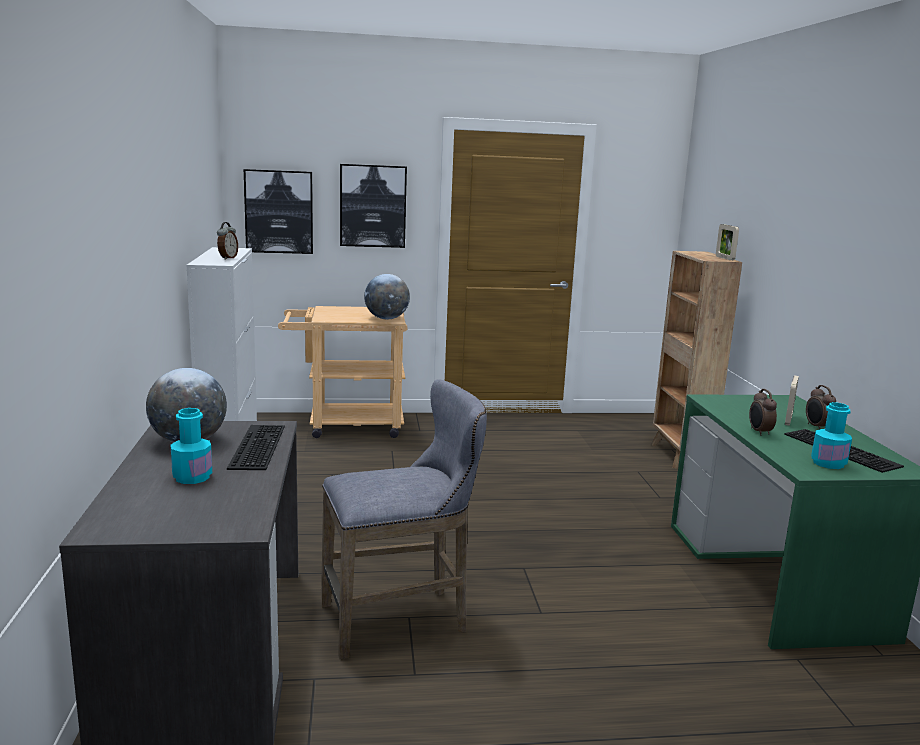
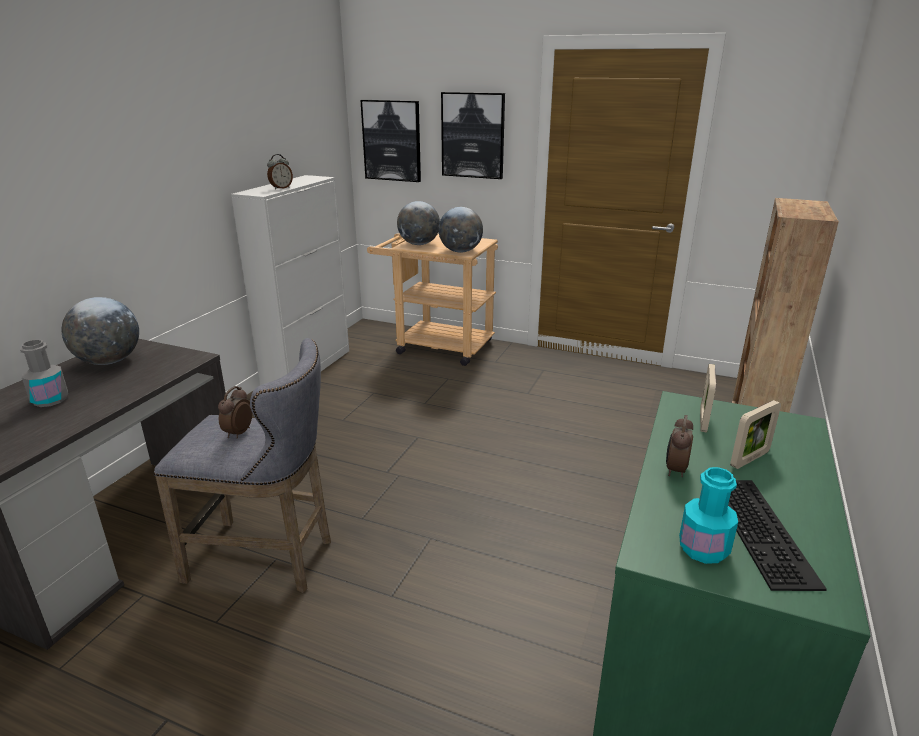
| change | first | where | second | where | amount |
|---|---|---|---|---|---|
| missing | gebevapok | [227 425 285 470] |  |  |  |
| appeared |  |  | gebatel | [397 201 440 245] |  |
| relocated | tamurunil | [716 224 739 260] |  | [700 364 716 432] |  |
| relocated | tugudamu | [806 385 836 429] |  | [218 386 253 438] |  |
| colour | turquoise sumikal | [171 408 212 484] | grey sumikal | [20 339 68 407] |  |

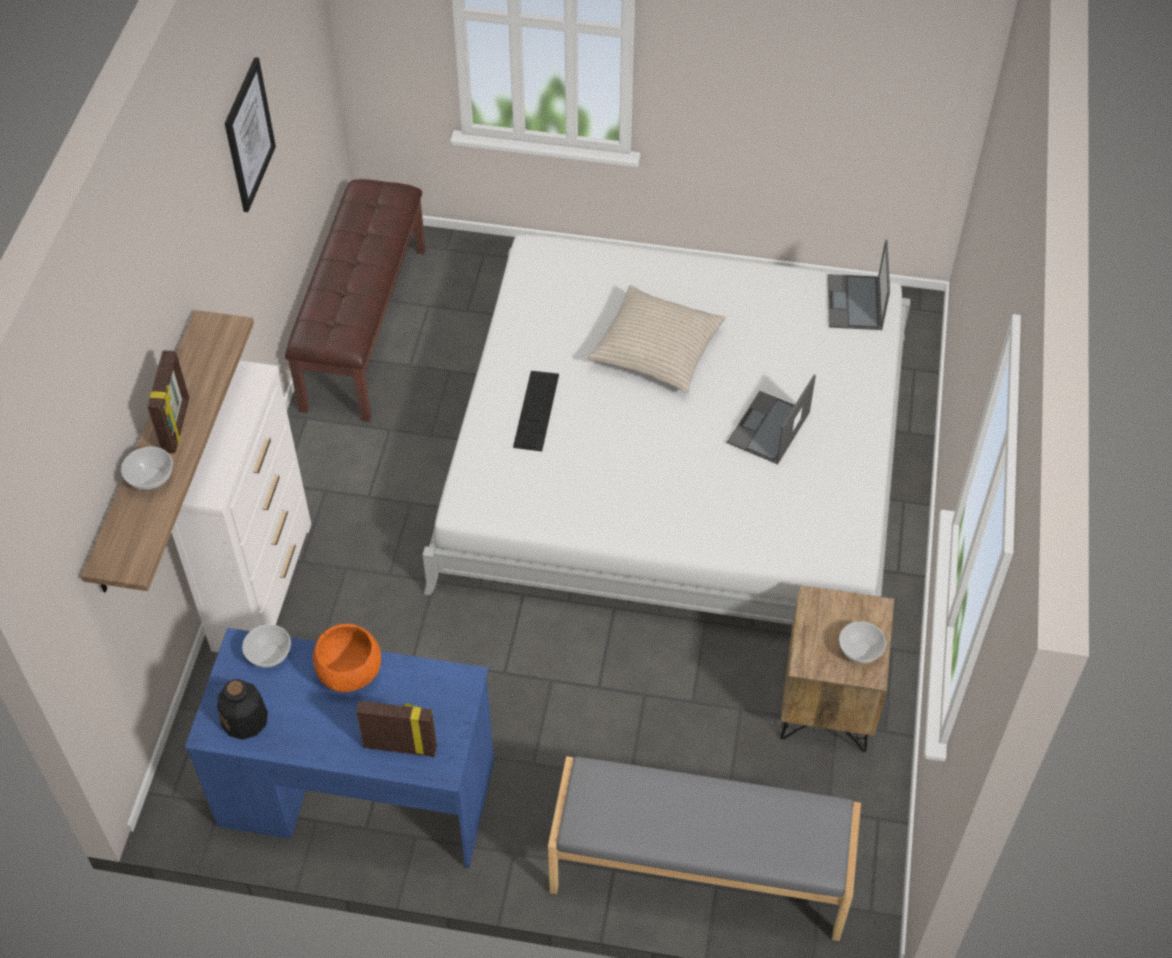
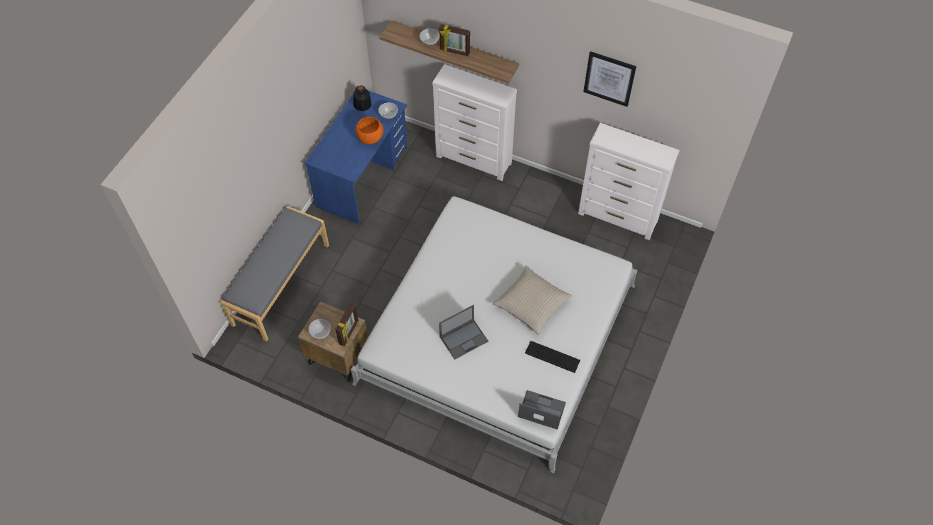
| change | first | where | second | where | amount |
|---|---|---|---|---|---|
| relocated | tamurunil | [356 701 437 757] |  | [335 303 358 346] |  |
| relocated | gebevapok | [513 371 559 451] |  | [525 341 580 373] |  |
| exchanged | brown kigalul | [285 179 426 422] | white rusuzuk | [578 123 679 240] |  |
| spun | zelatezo | [727 374 816 464] |  | [439 305 489 360] | 105 degrees clockwise |

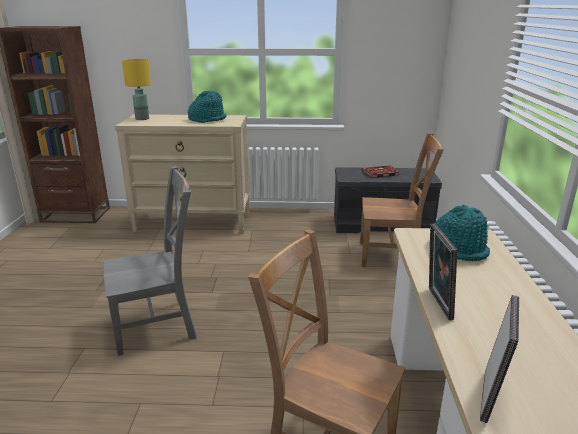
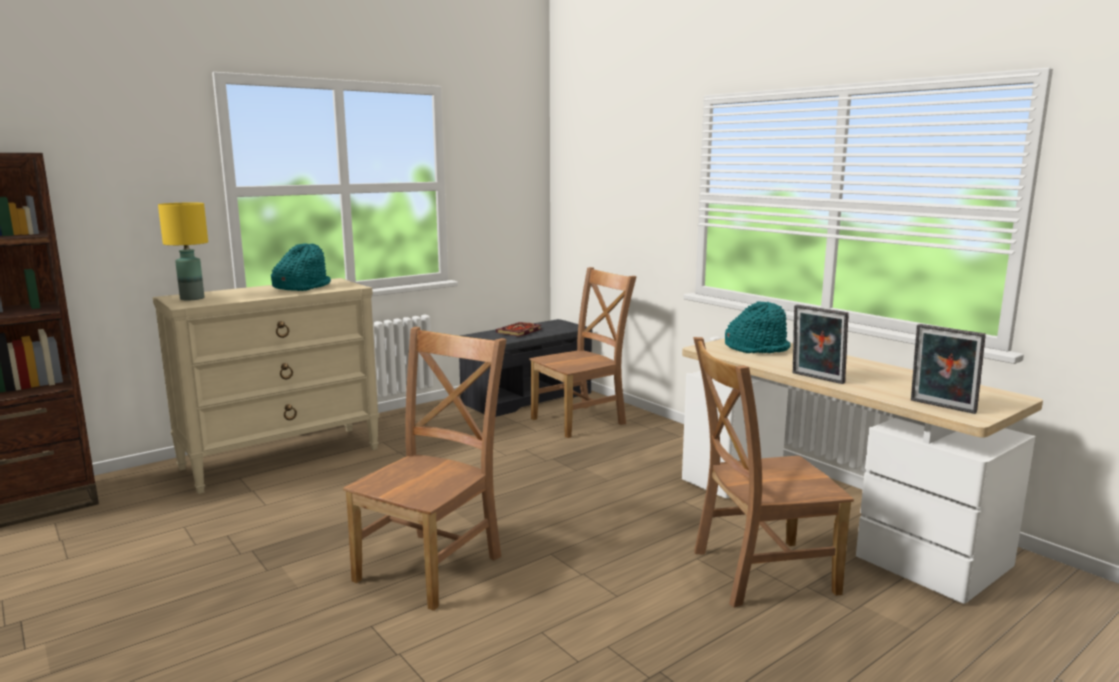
| change | first | where | second | where | amount |
|---|---|---|---|---|---|
| colour | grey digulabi | [104 166 197 356] | brown digulabi | [343 327 507 611] |  |
| spun | tamurunil | [480 295 519 423] |  | [911 324 986 414] | 150 degrees clockwise |

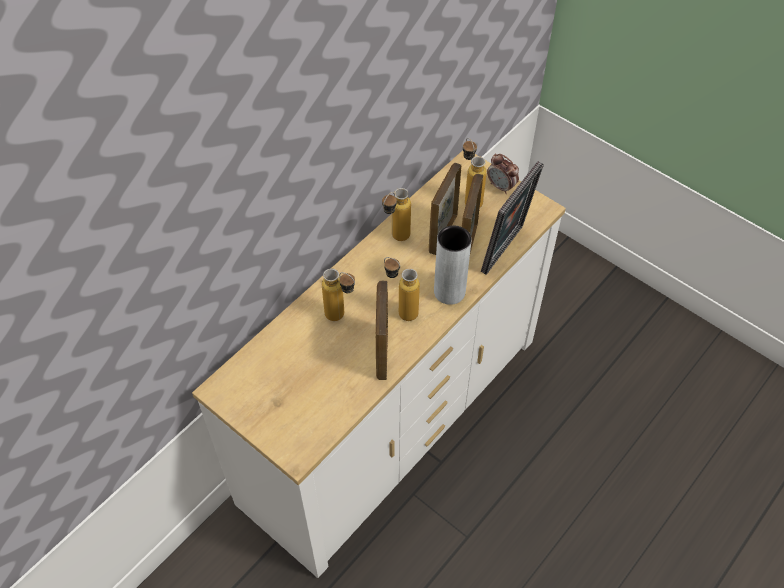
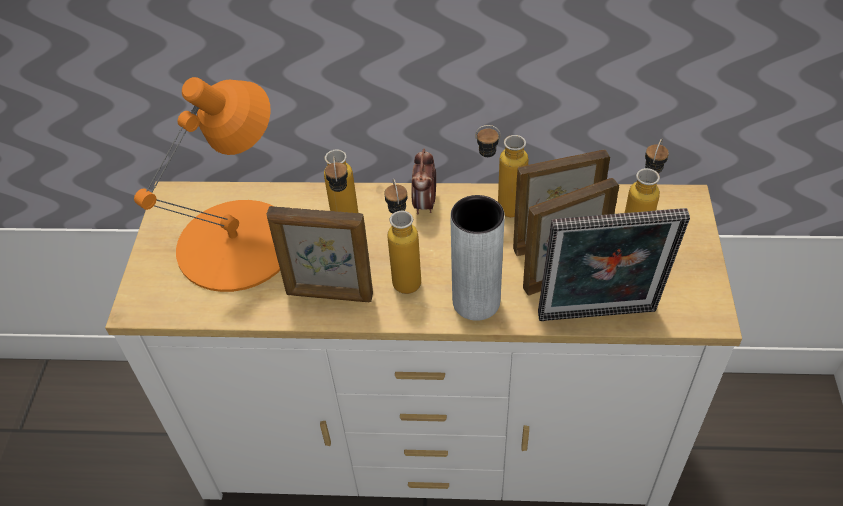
| change | first | where | second | where | amount |
|---|---|---|---|---|---|
| appeared |  |  | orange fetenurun | [134 77 280 292] |  |
| relocated | tugudamu | [487 153 519 194] |  | [411 149 436 214] |  |
| spun | tamurunil | [376 281 388 380] |  | [266 206 373 302] | 135 degrees counterclockwise |

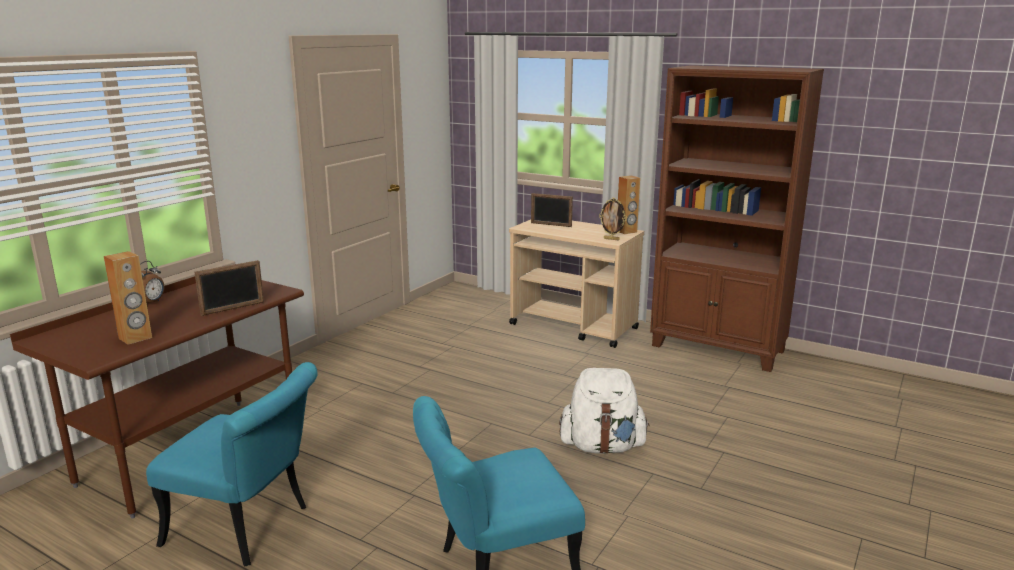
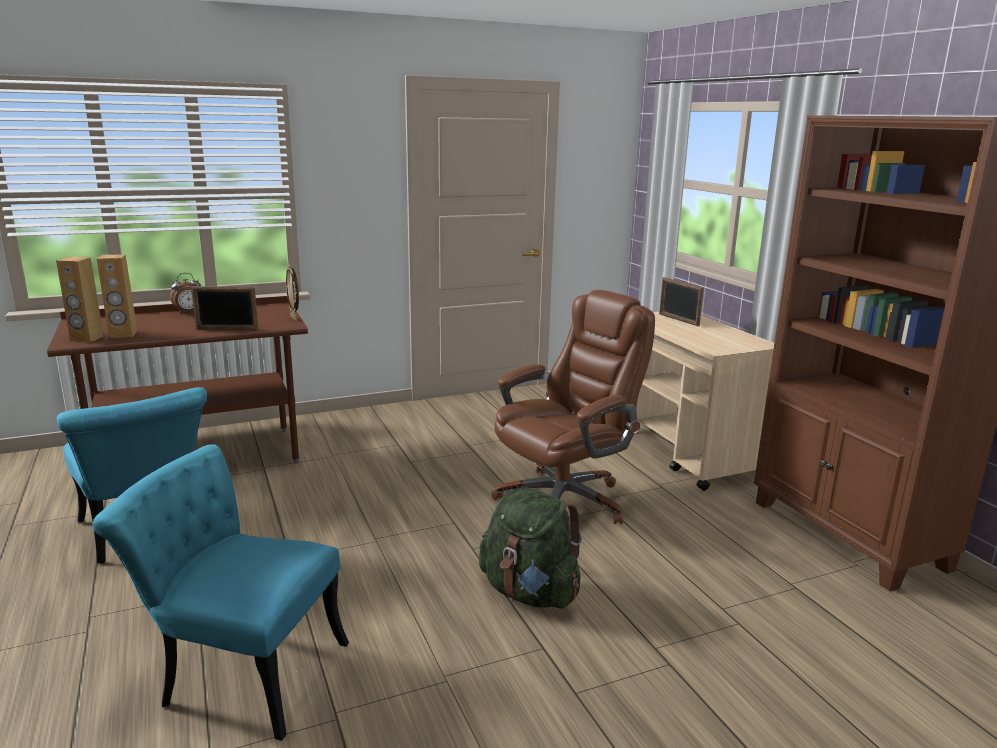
| change | first | where | second | where | amount |
|---|---|---|---|---|---|
| appeared |  |  | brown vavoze | [491 290 655 524] |  |
| relocated | tamurunil | [599 198 627 240] |  | [285 265 299 320] |  |
| relocated | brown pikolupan | [618 175 640 234] |  | [56 257 104 342] |  |
| colour | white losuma | [559 368 650 454] | green losuma | [479 487 582 608] |  |

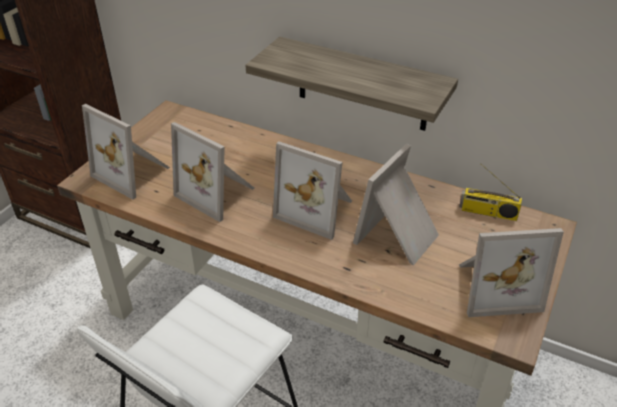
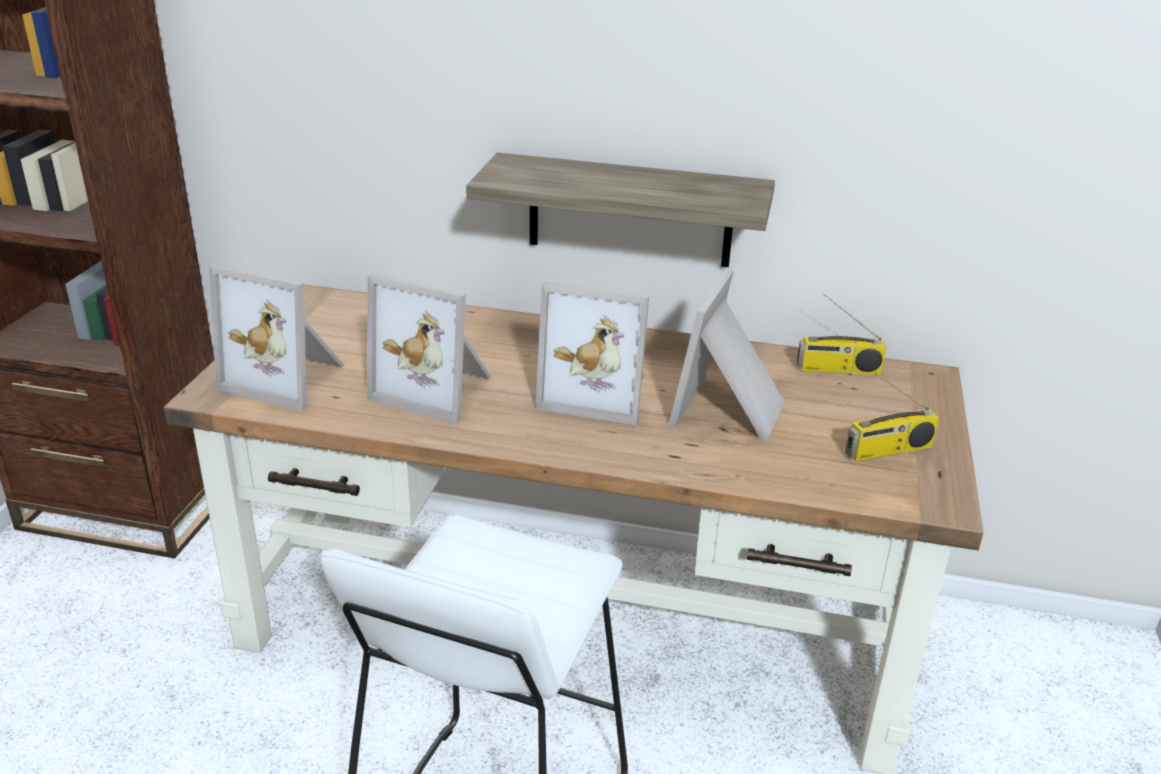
| change | first | where | second | where | amount |
|---|---|---|---|---|---|
| exchanged | tamurunil | [459 228 564 317] | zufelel | [845 373 939 462] |  |

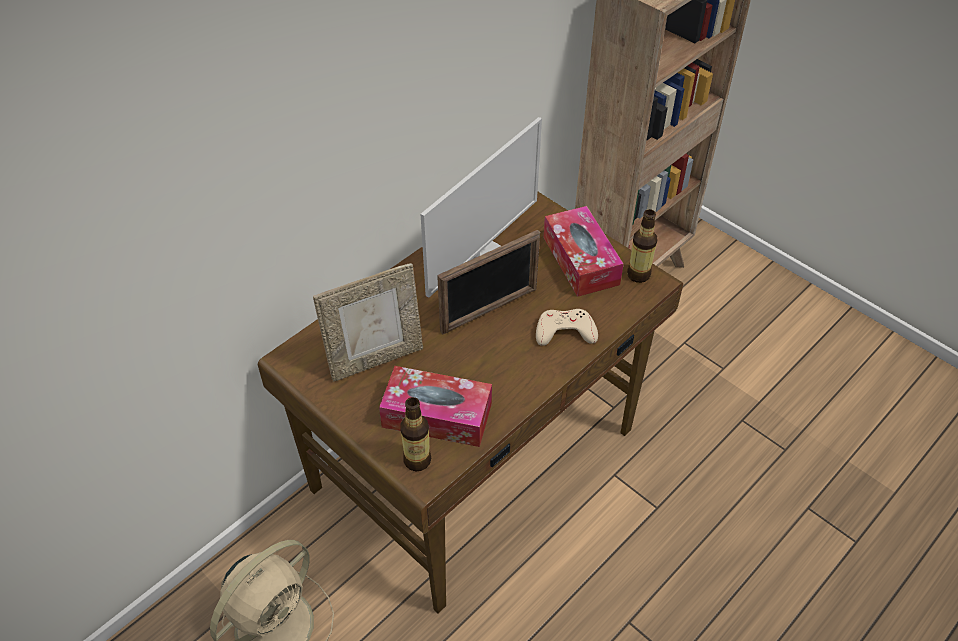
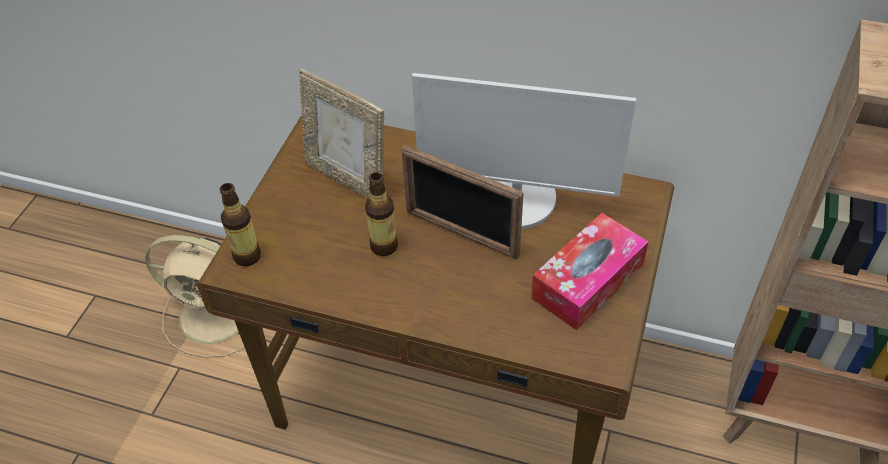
| change | first | where | second | where | amount |
|---|---|---|---|---|---|
| missing | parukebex | [379 366 492 447] |  |  |  |
| missing | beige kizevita | [536 309 598 346] |  |  |  |
| relocated | sumikal | [627 209 658 283] |  | [365 172 398 256] |  |

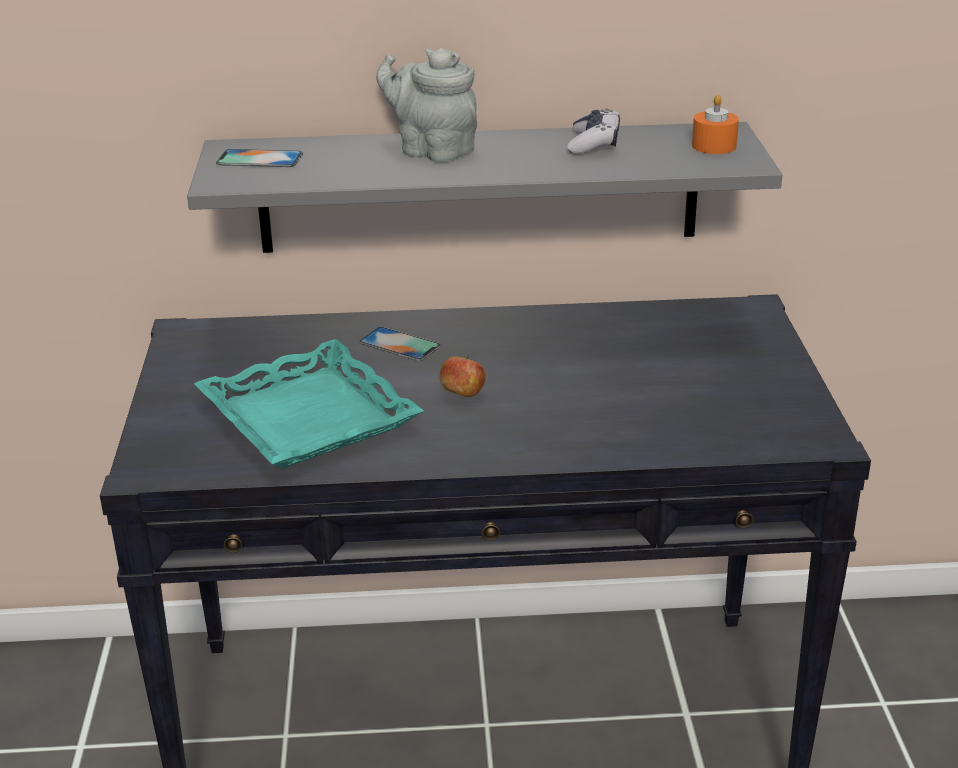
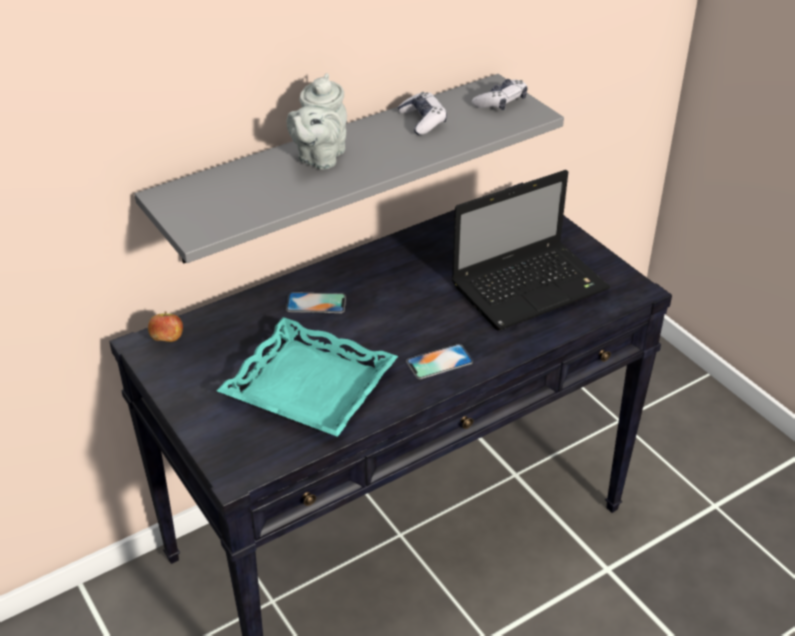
| change | first | where | second | where | amount |
|---|---|---|---|---|---|
| appeared |  |  | zelatezo | [451 170 610 331] |  |
| relocated | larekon | [216 149 303 167] |  | [406 344 473 379] |  |
| relocated | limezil | [440 355 486 397] |  | [148 311 183 342] |  |
| exchanged | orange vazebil | [692 95 739 154] | kizevita | [472 79 528 110] |  |
| spun | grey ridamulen | [376 48 477 163] |  | [287 73 347 170] | 75 degrees counterclockwise |

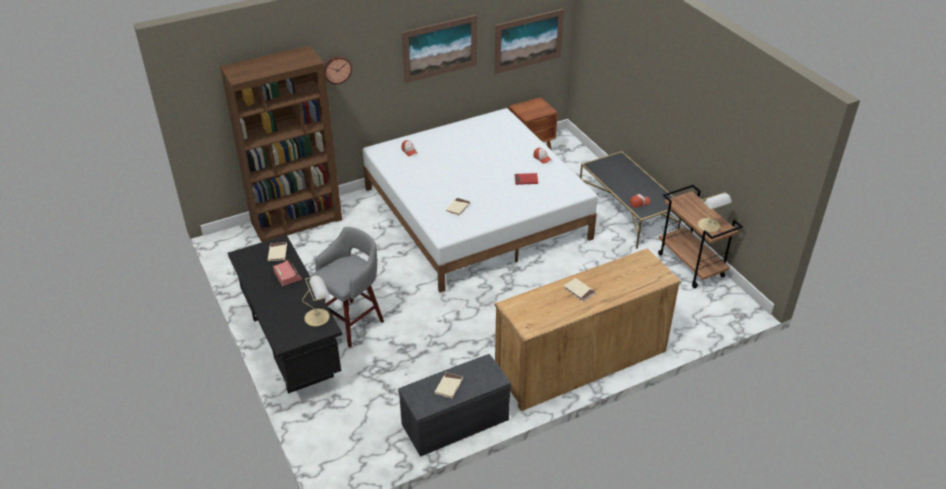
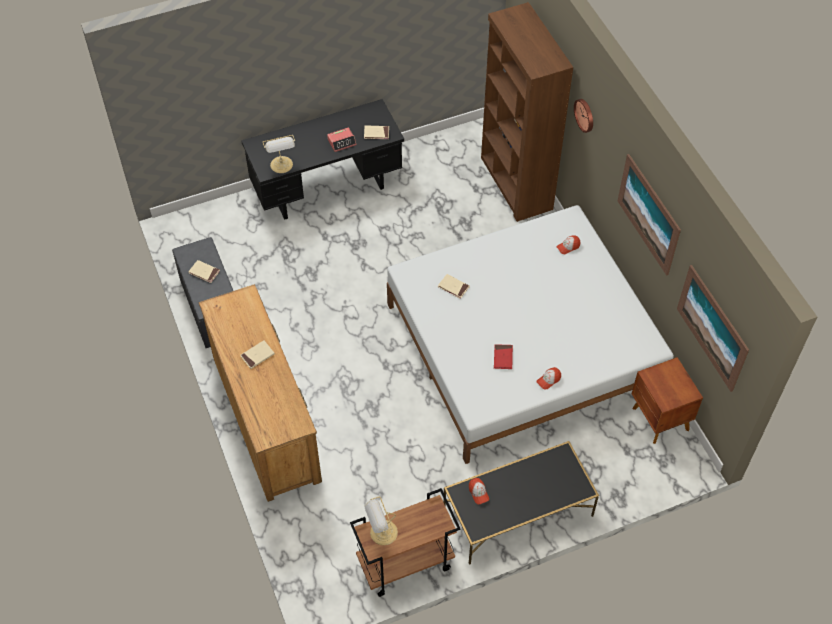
| change | first | where | second | where | amount |
|---|---|---|---|---|---|
| missing | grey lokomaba | [311 227 384 347] |  |  |  |

